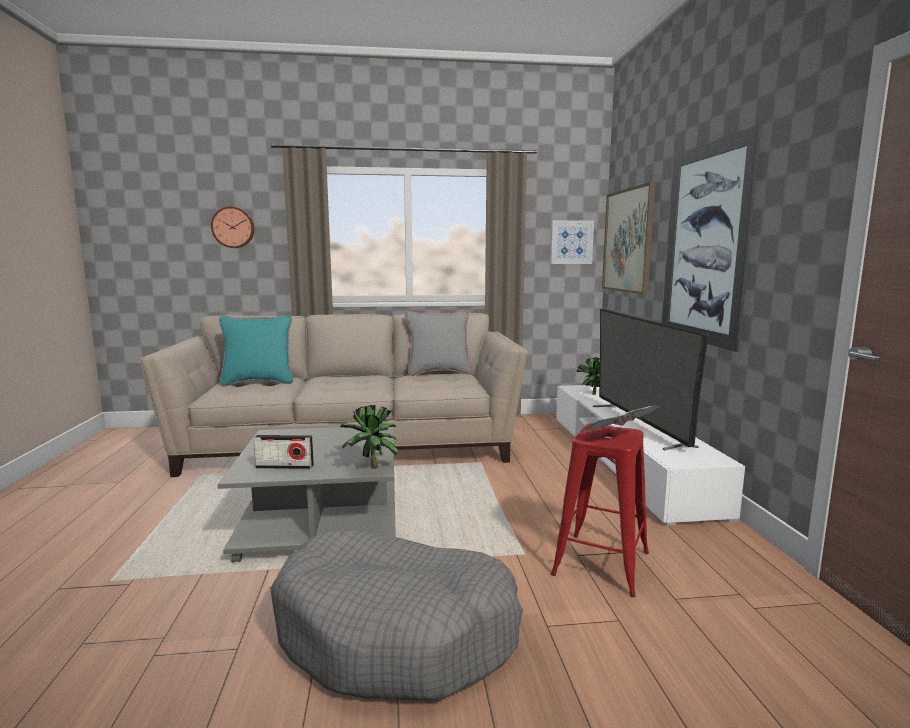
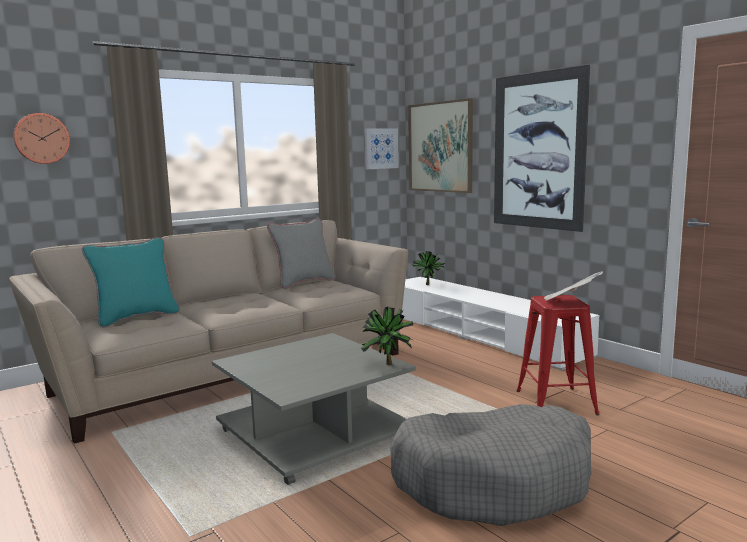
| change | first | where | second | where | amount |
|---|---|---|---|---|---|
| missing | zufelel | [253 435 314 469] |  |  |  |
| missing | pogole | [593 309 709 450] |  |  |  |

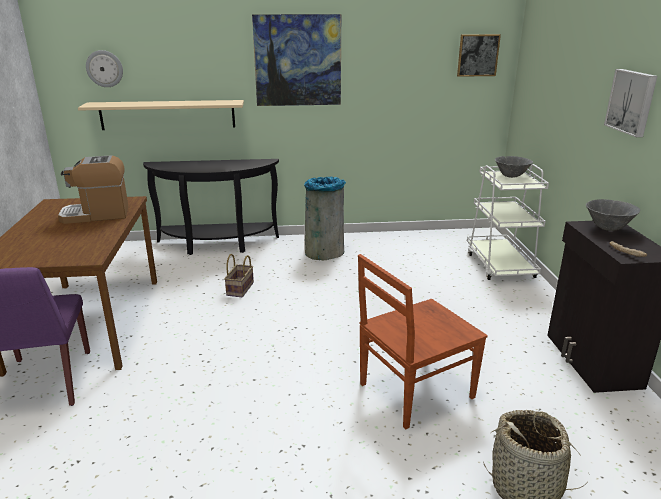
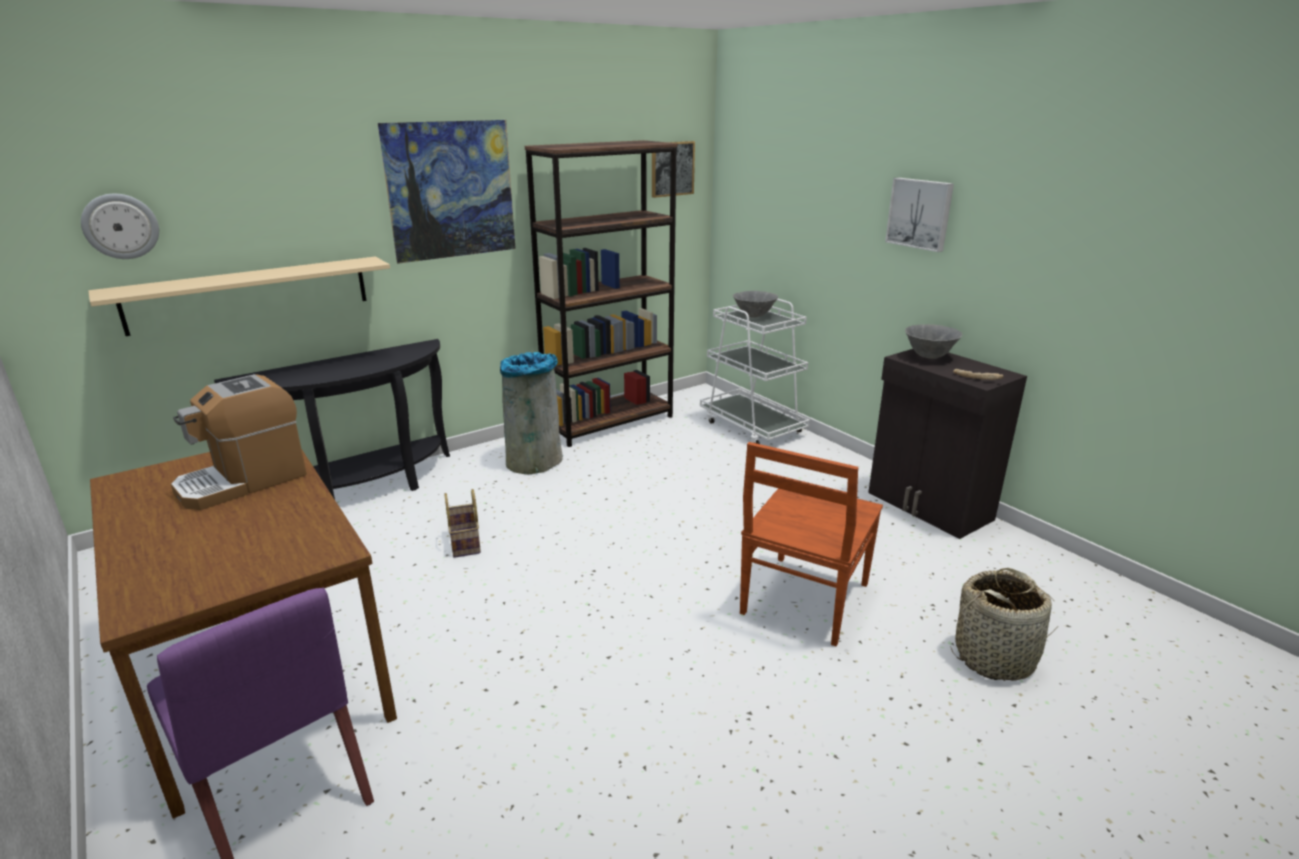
| change | first | where | second | where | amount |
|---|---|---|---|---|---|
| appeared |  |  | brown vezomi | [525 140 677 447] |  |

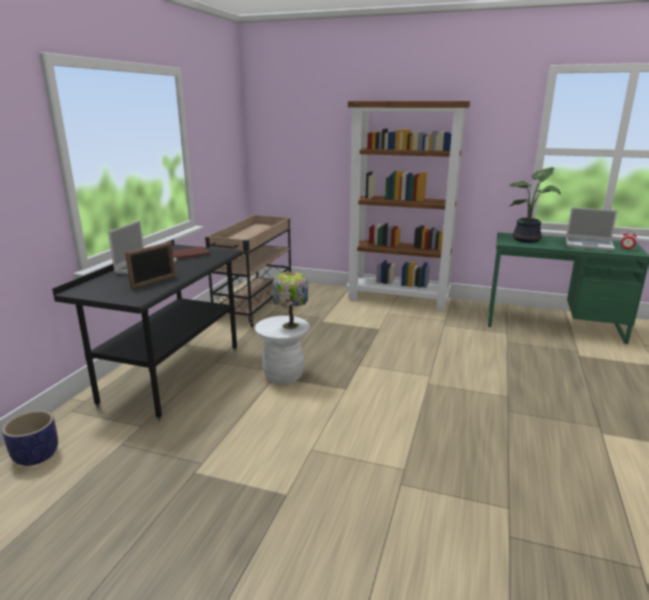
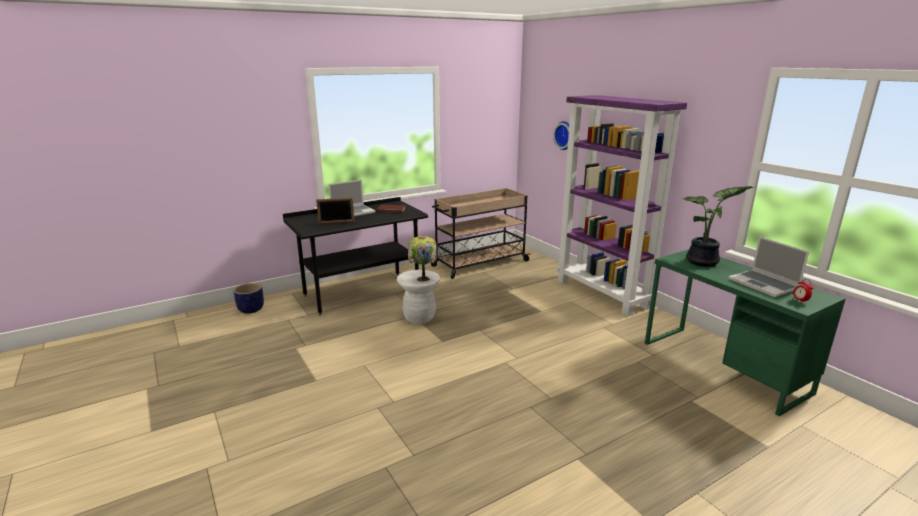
| change | first | where | second | where | amount |
|---|---|---|---|---|---|
| appeared |  |  | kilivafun | [553 121 569 150] |  |
| colour | brown vezomi | [346 101 470 311] | purple vezomi | [556 95 687 316] |  |

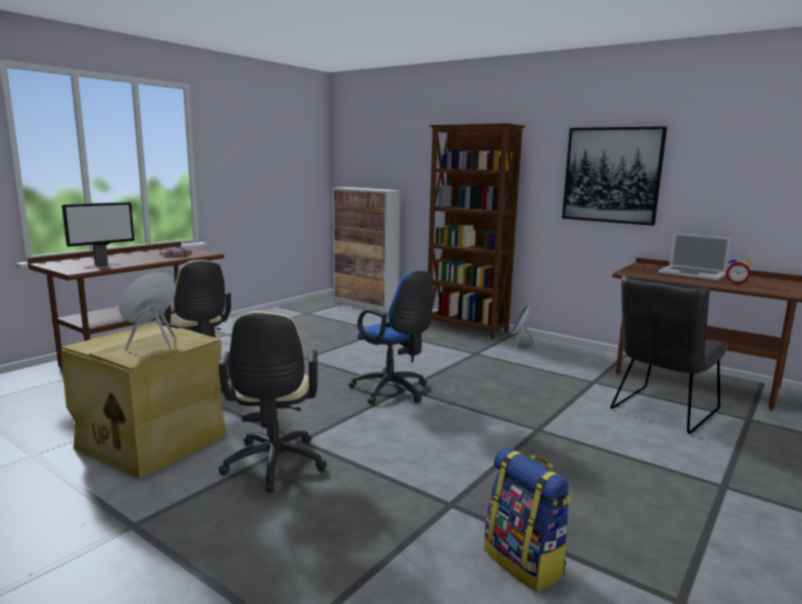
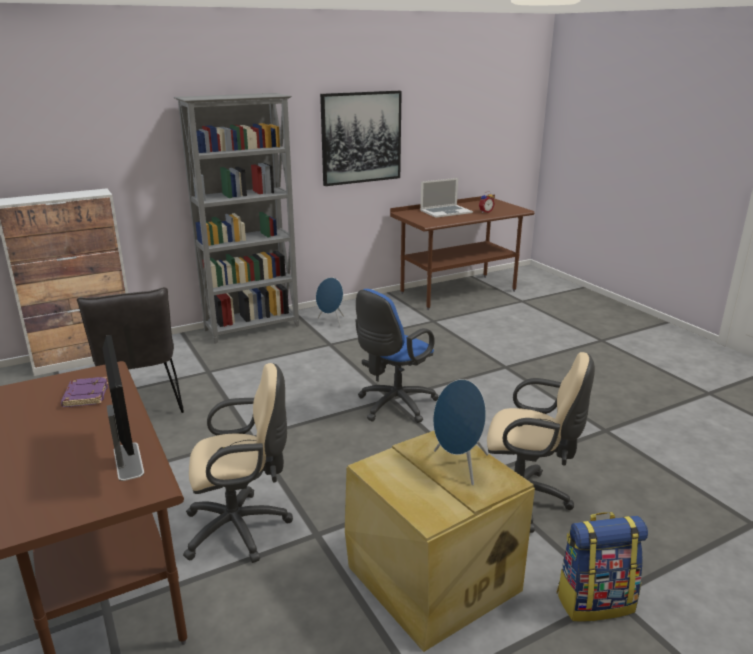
| change | first | where | second | where | amount |
|---|---|---|---|---|---|
| relocated | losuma | [484 447 571 592] |  | [557 512 648 622] |  |
| relocated | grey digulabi | [610 274 728 434] |  | [77 287 184 413] |  |
| colour | brown vezomi | [428 123 525 339] | grey vezomi | [174 93 299 344] |  |
| spun | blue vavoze | [349 270 434 404] |  | [355 289 439 423] | 150 degrees clockwise |

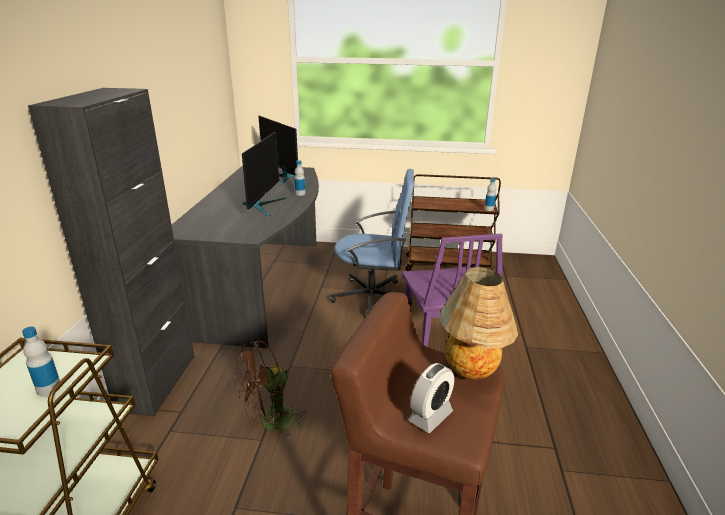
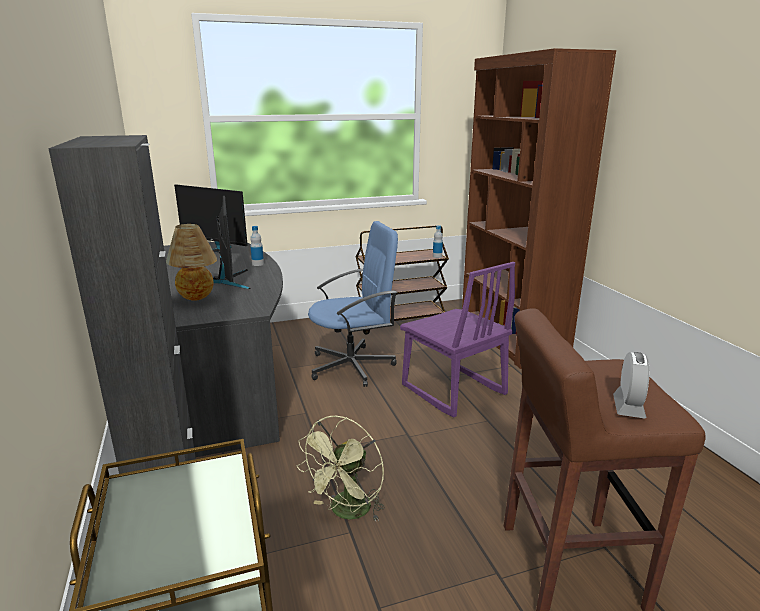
| change | first | where | second | where | amount |
|---|---|---|---|---|---|
| missing | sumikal | [22 327 61 396] |  |  |  |
| appeared |  |  | brown vezomi | [462 48 616 369] |  |
| relocated | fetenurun | [440 267 518 380] |  | [166 224 217 301] |  |
| colour | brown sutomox | [234 341 307 439] | green sutomox | [297 416 385 521] |  |

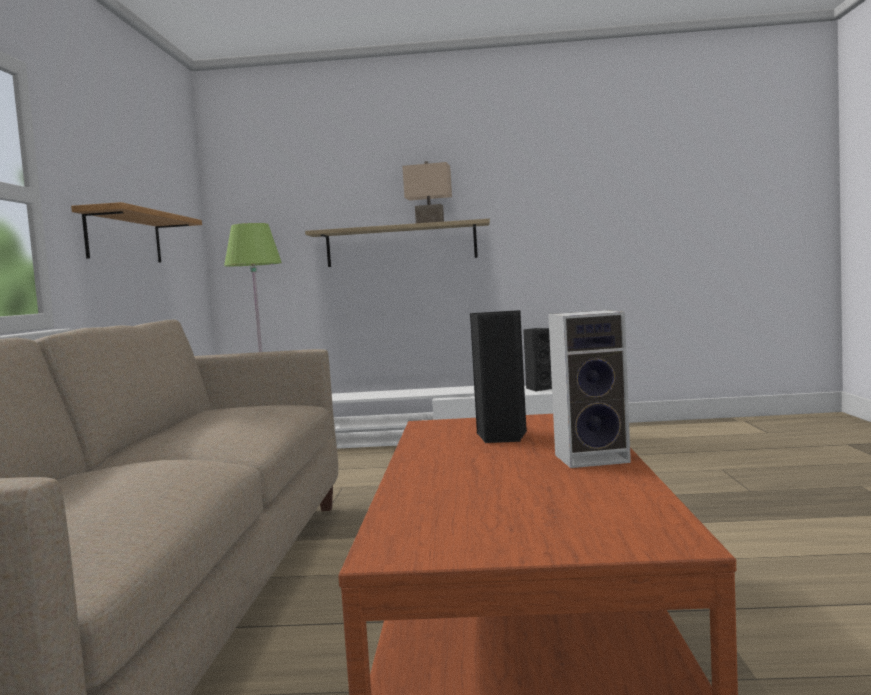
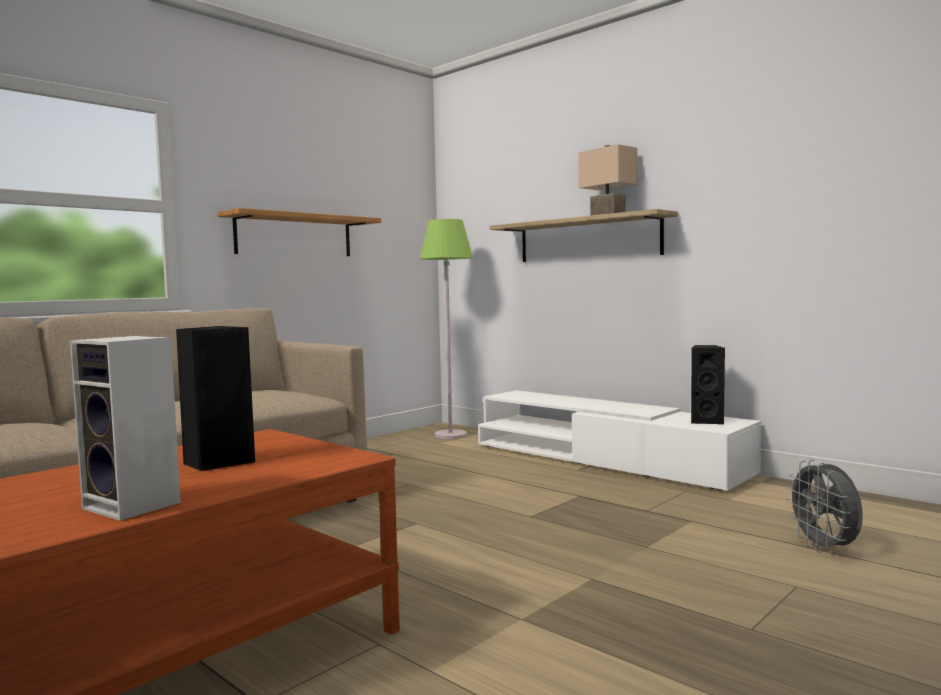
| change | first | where | second | where | amount |
|---|---|---|---|---|---|
| appeared |  |  | grey sutomox | [785 459 863 553] |  |

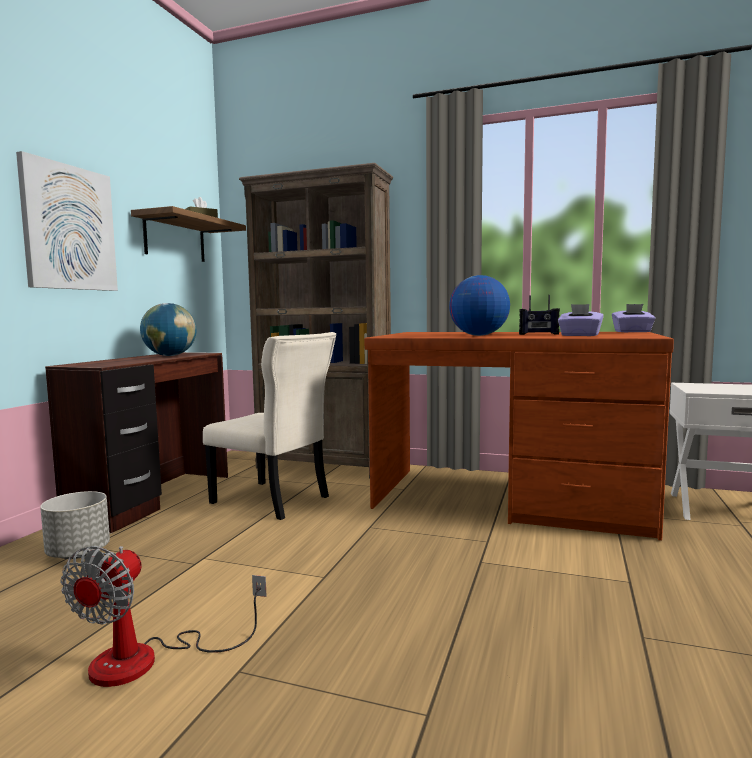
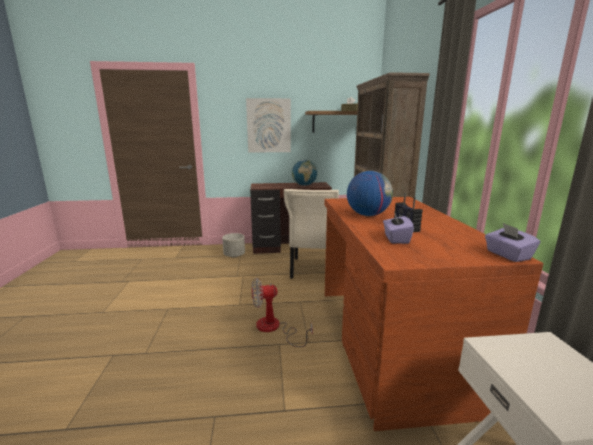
| change | first | where | second | where | amount |
|---|---|---|---|---|---|
| relocated | sutomox | [60 546 267 687] |  | [252 278 313 347] |  |

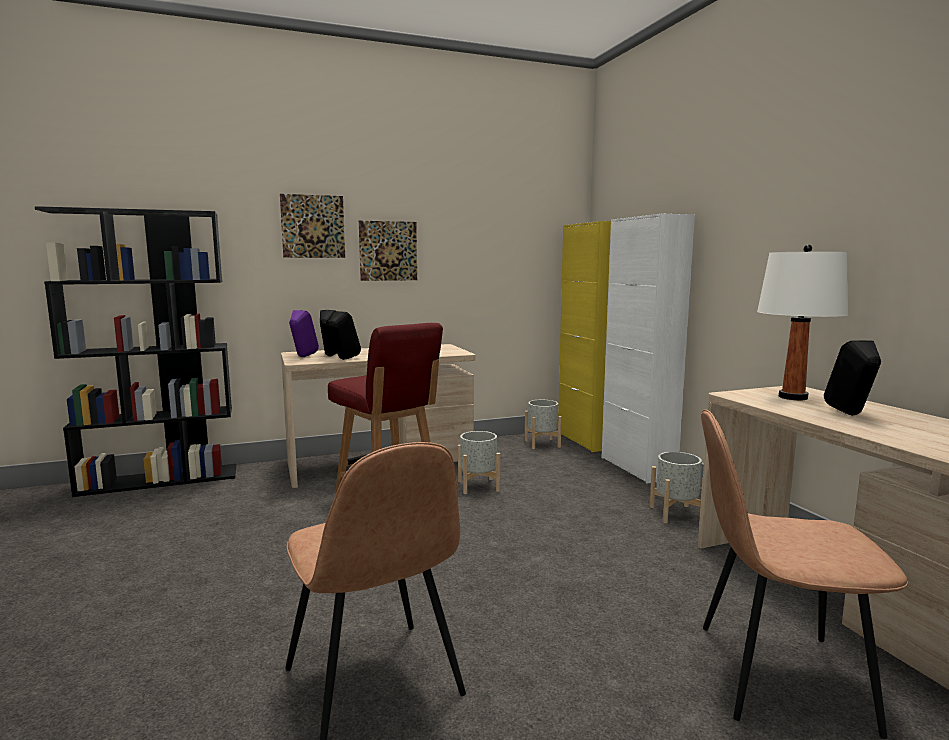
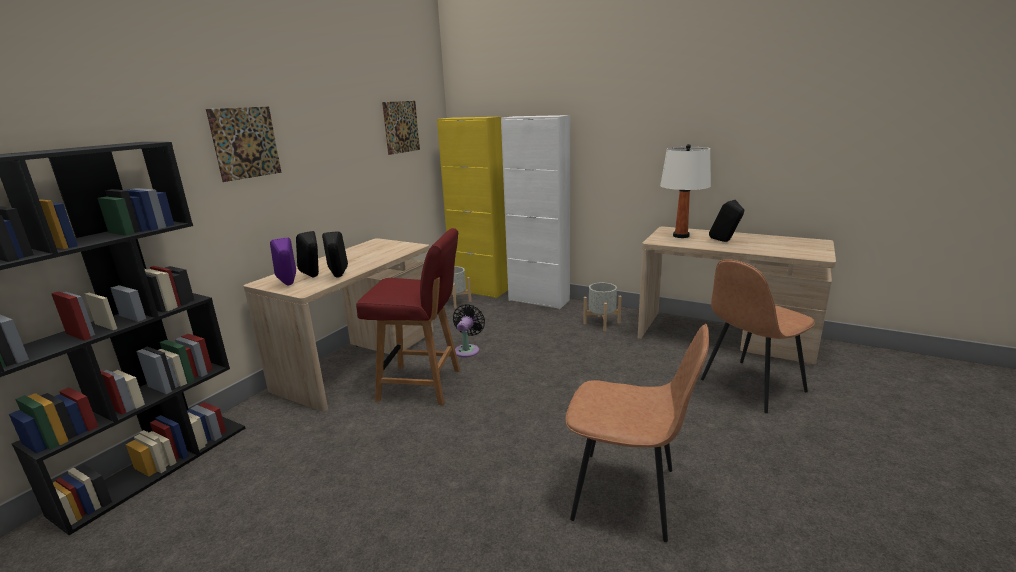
| change | first | where | second | where | amount |
|---|---|---|---|---|---|
| relocated | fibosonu | [359 221 417 281] |  | [382 101 420 155] |  |
| exchanged | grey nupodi | [458 431 500 494] | black sutomox | [453 304 485 357] |  |

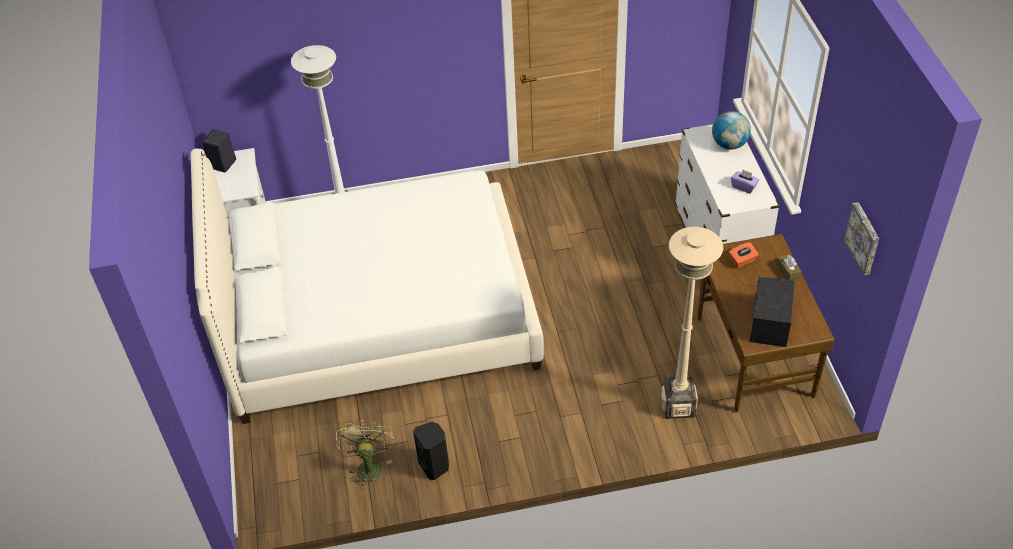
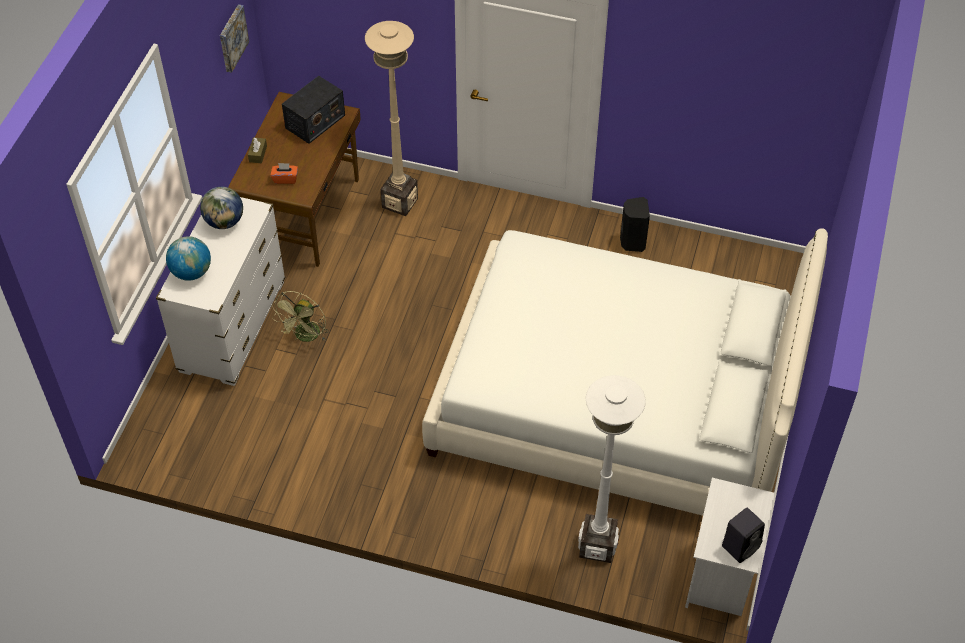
| change | first | where | second | where | amount |
|---|---|---|---|---|---|
| relocated | green sutomox | [336 420 394 489] |  | [272 291 329 342] |  |
| exchanged | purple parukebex | [731 170 759 194] | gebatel | [200 186 243 229] |  |

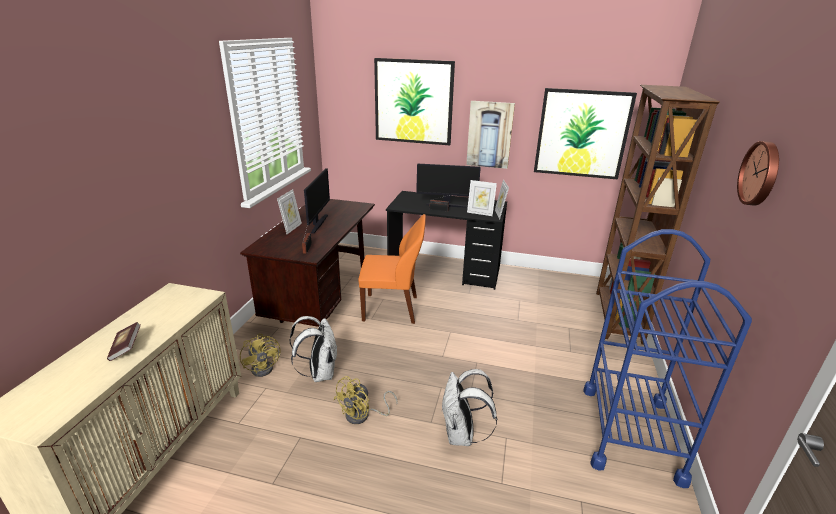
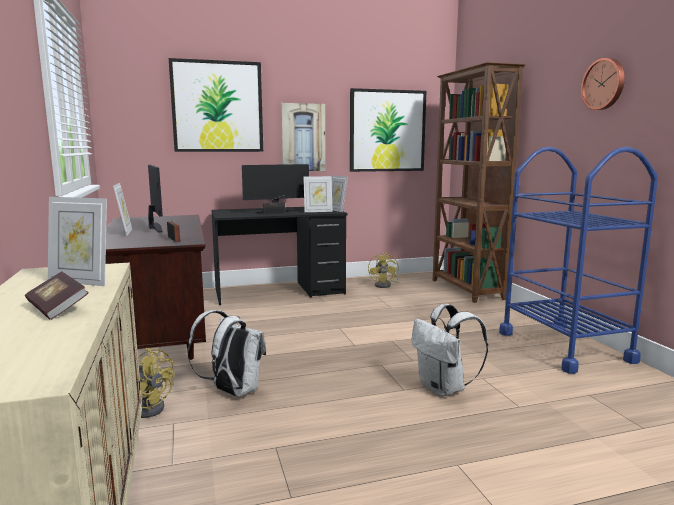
| change | first | where | second | where | amount |
|---|---|---|---|---|---|
| missing | orange digulabi | [358 214 426 324] |  |  |  |
| appeared |  |  | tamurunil | [48 197 107 286] |  |
| relocated | yellow sutomox | [333 376 398 424] |  | [368 252 400 288] |  |

